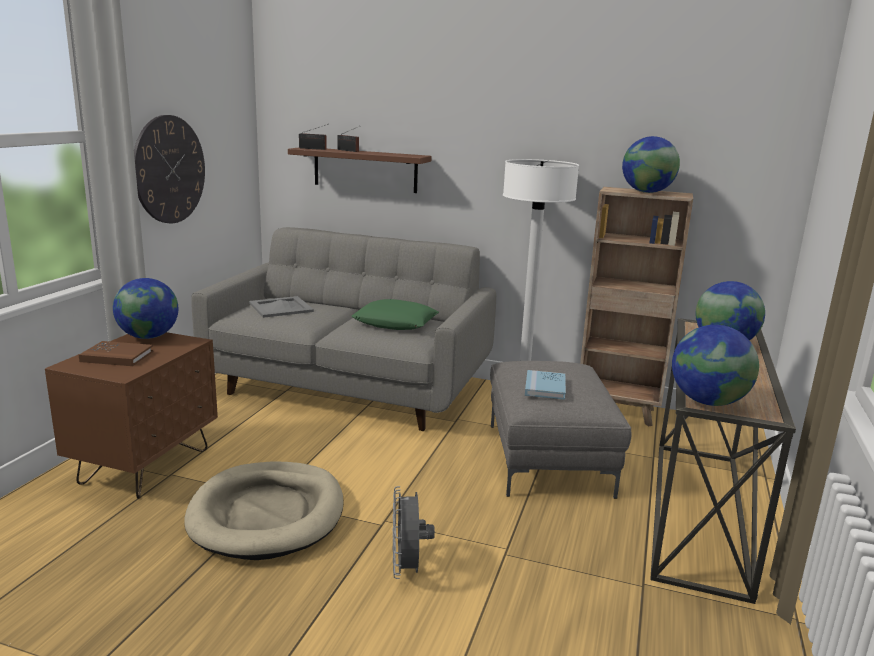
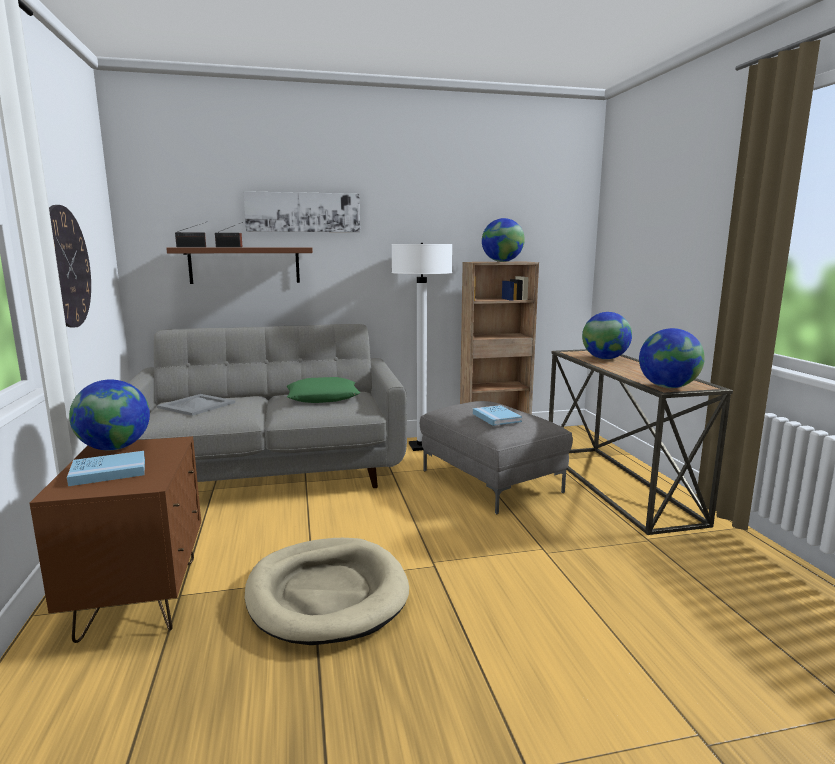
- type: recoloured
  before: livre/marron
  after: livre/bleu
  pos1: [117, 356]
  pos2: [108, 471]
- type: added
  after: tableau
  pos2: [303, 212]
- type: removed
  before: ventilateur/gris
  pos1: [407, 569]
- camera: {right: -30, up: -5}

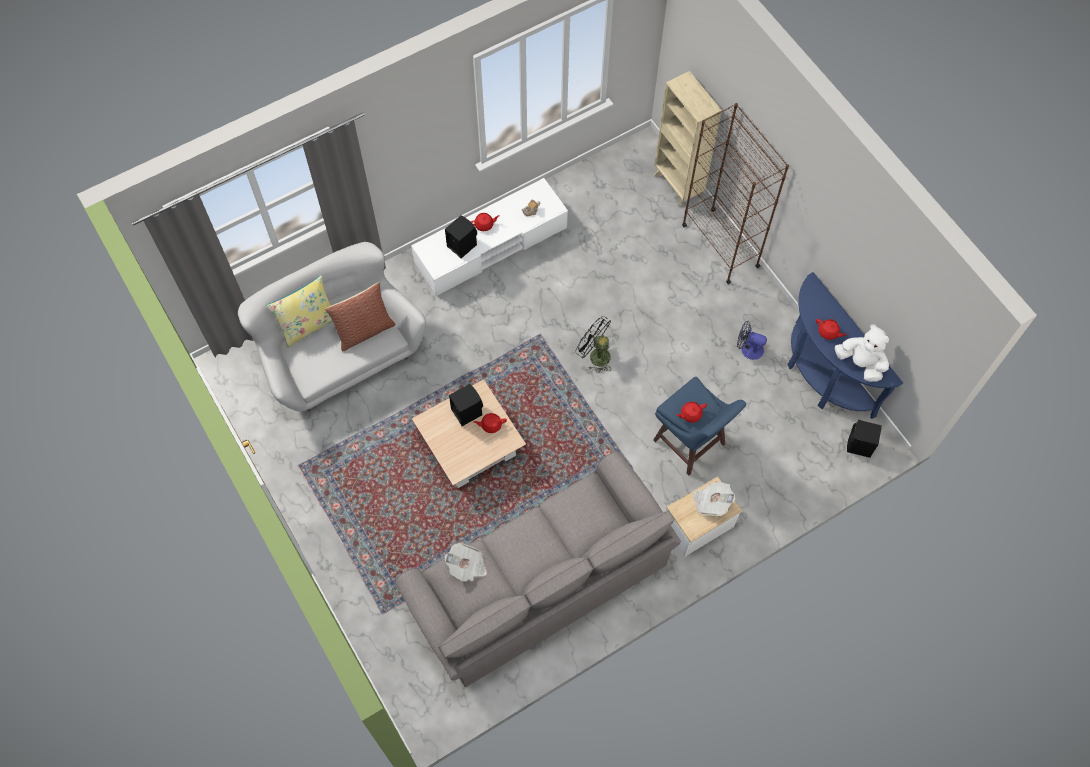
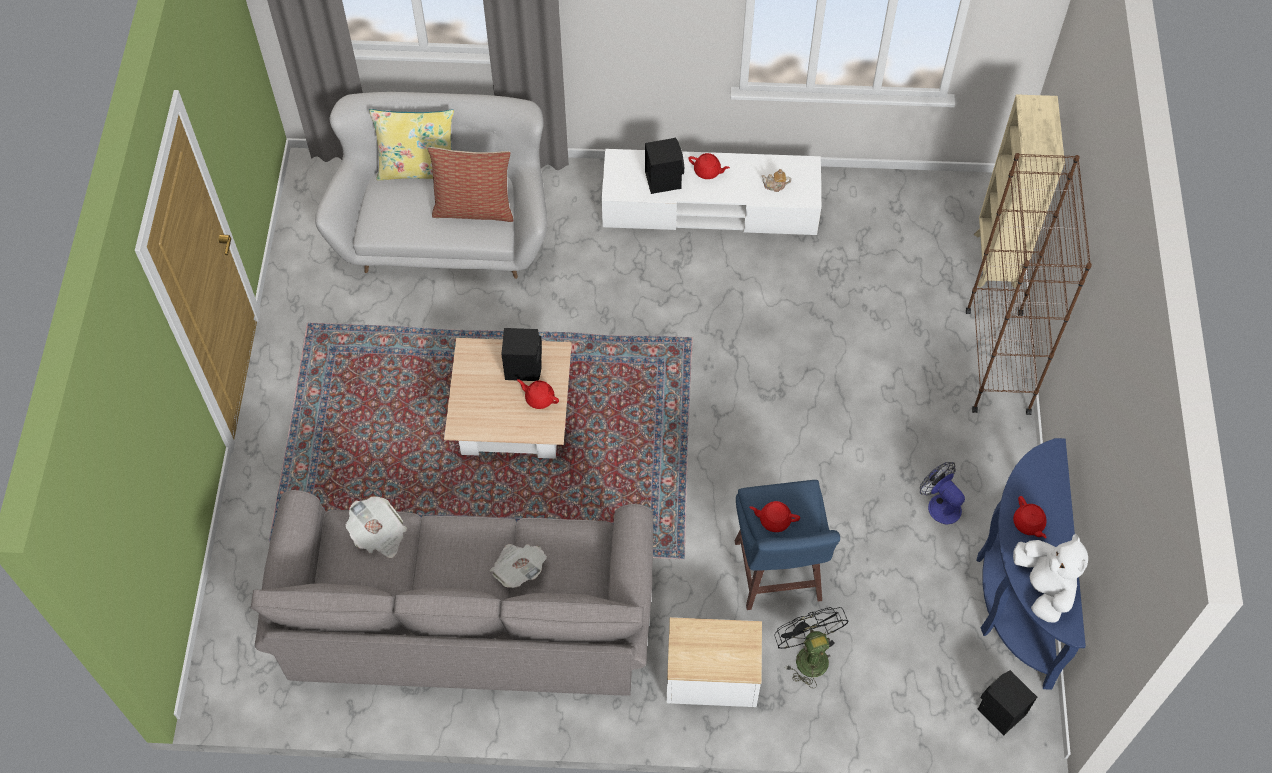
- type: moved
  before: journal
  pos1: [711, 502]
  pos2: [519, 569]
- type: moved
  before: ventilateur/noir
  pos1: [595, 355]
  pos2: [807, 655]
- camera: {right: 35, up: -5}

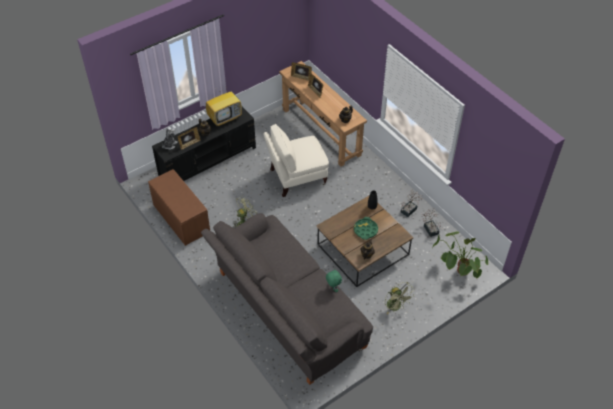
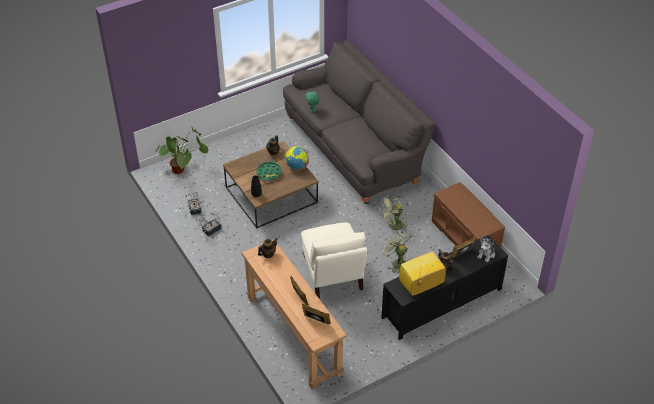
- type: added
  after: globe
  pos2: [297, 166]
- type: turned
  before: fauteuil/beige
  pos1: [296, 177]
  pos2: [332, 275]
  turn: 90
- type: moved
  before: ventilateur/vert
  pos1: [396, 307]
  pos2: [397, 262]
- camera: {right: -175, up: -5}

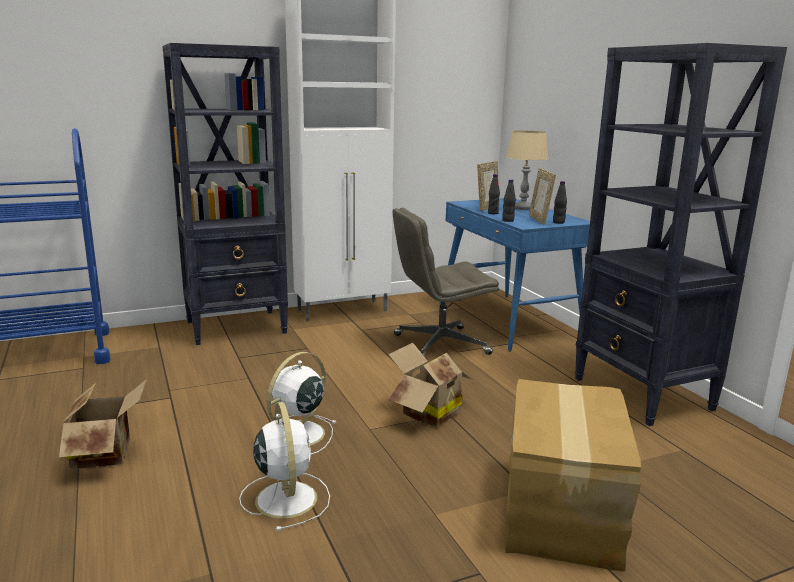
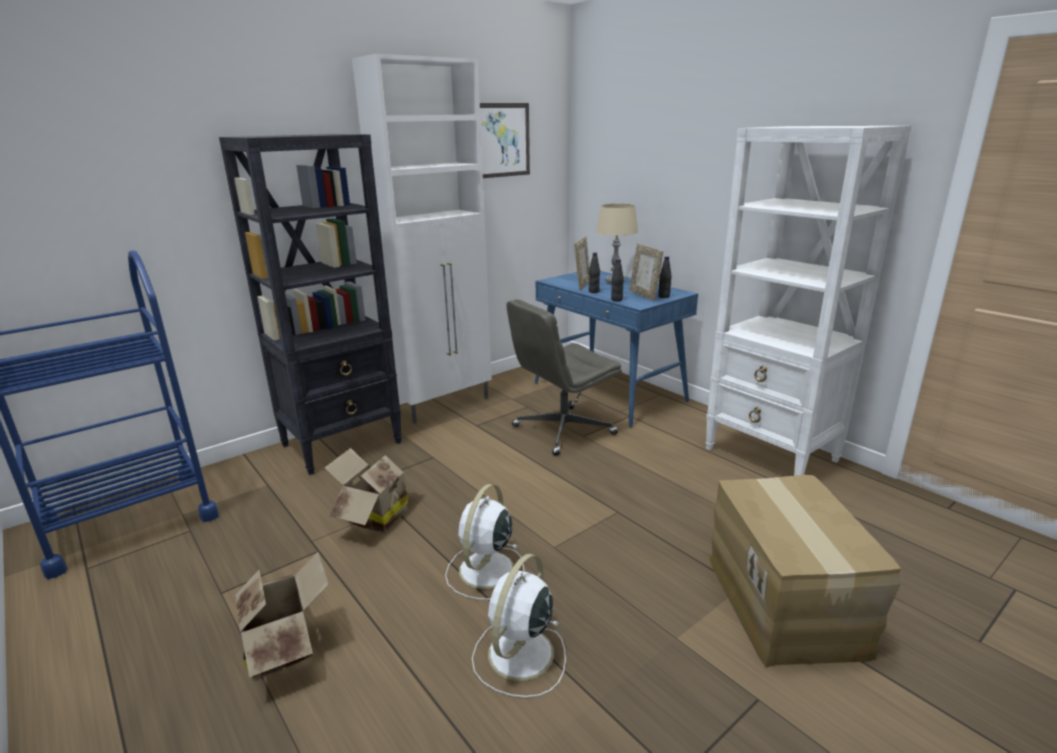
- type: moved
  before: carton
  pos1: [426, 413]
  pos2: [374, 517]
- type: turned
  before: ventilateur/blanc
  pos1: [285, 497]
  pos2: [519, 655]
  turn: -120
- type: added
  after: tableau
  pos2: [501, 140]
- type: recoloured
  before: bibliothèque/noir
  after: bibliothèque/blanc
  pos1: [643, 394]
  pos2: [771, 455]
- camera: {right: -15, up: 5}

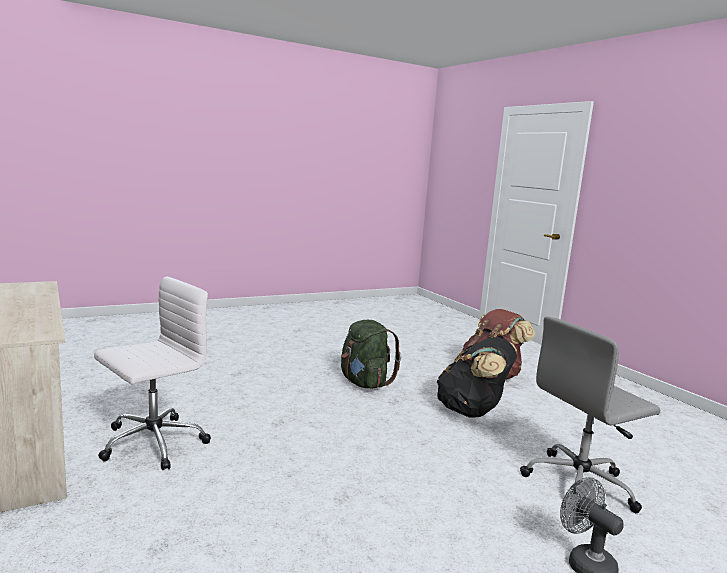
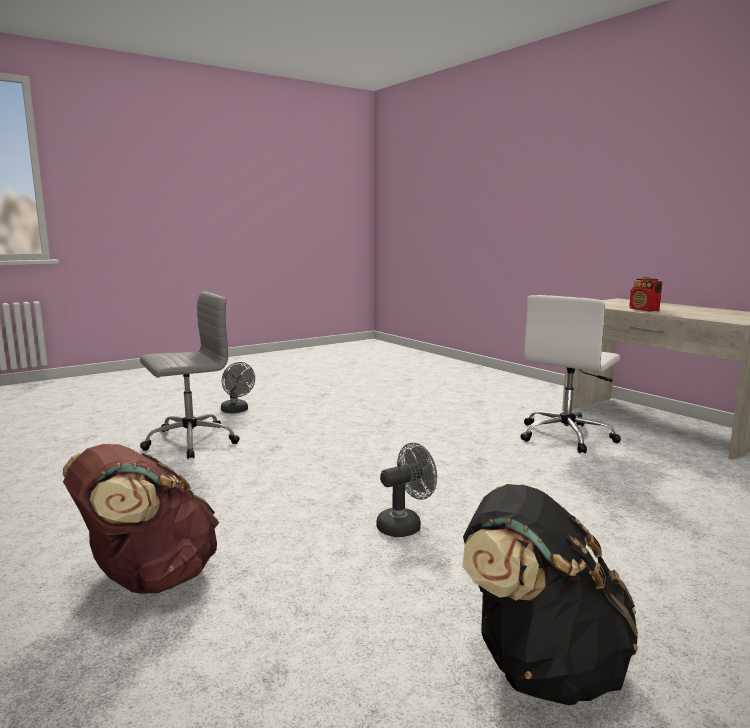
- type: replaced
  before: sac à dos/vert
  after: ventilateur/gris
  pos1: [364, 383]
  pos2: [405, 525]
- type: moved
  before: sac à dos/noir
  pos1: [472, 412]
  pos2: [540, 666]
- type: added
  after: radio
  pos2: [644, 310]
- camera: {right: 175, up: 0}

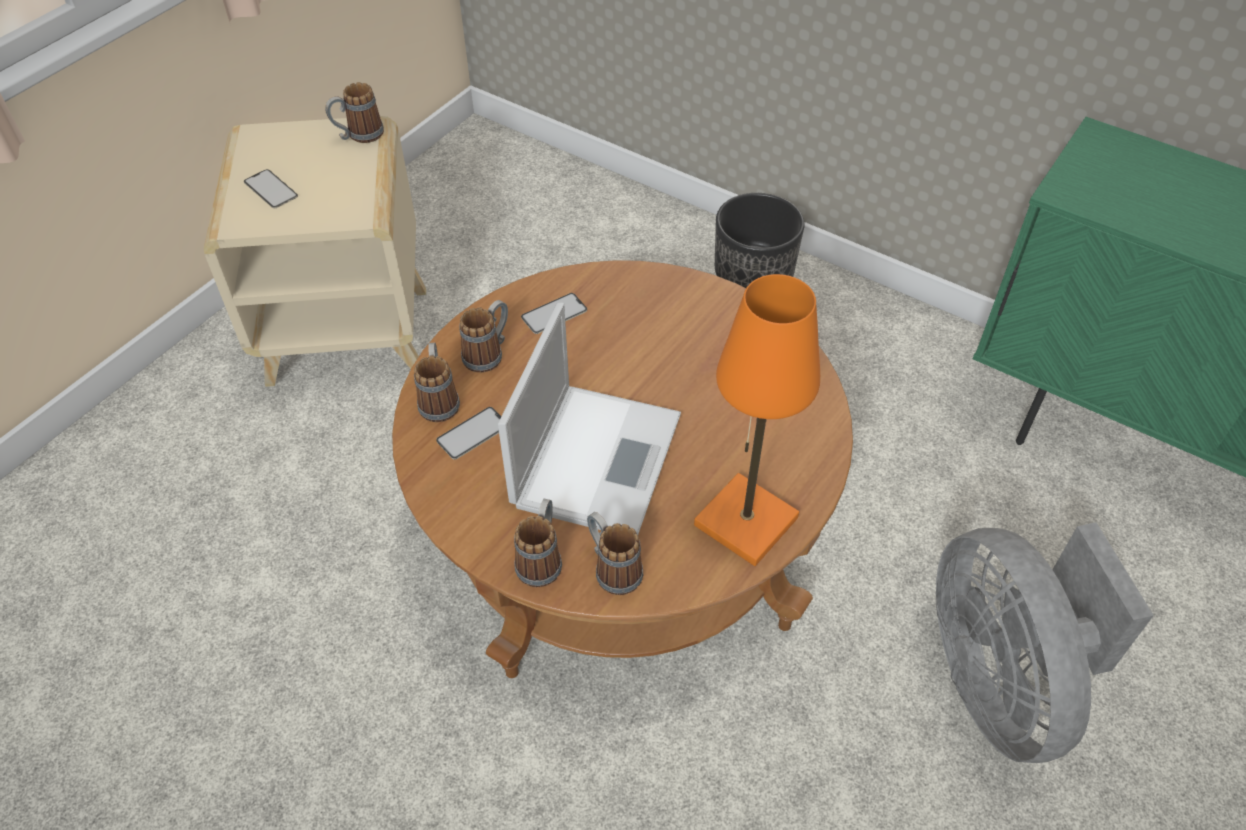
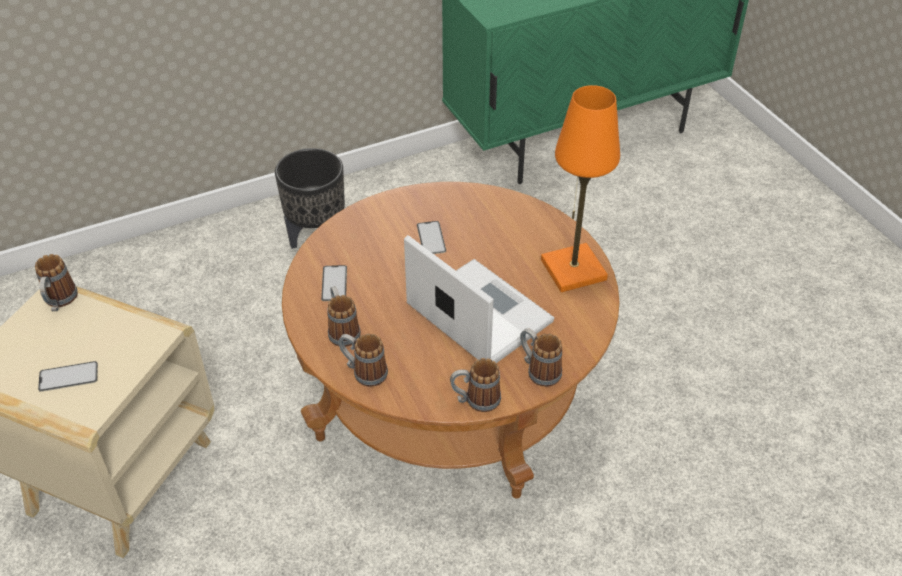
- type: moved
  before: téléphone
  pos1: [472, 433]
  pos2: [431, 238]
- type: moved
  before: mug
  pos1: [612, 568]
  pos2: [475, 400]
- type: removed
  before: ventilateur/gris
  pos1: [1000, 681]
- camera: {right: -60, up: -5}

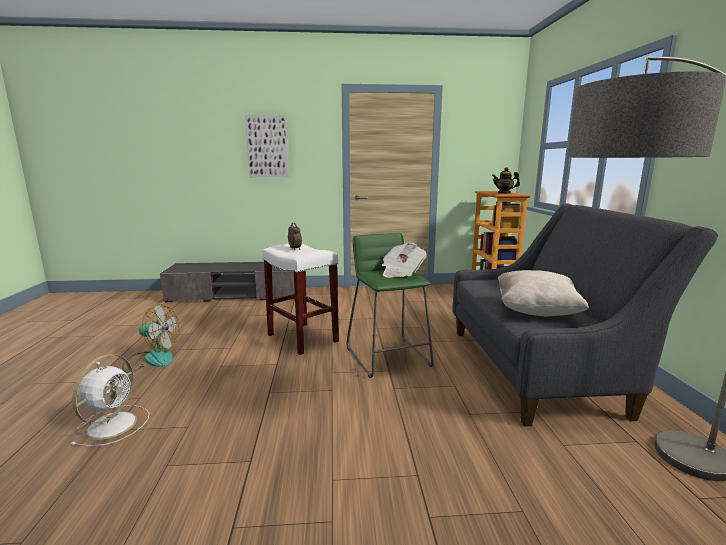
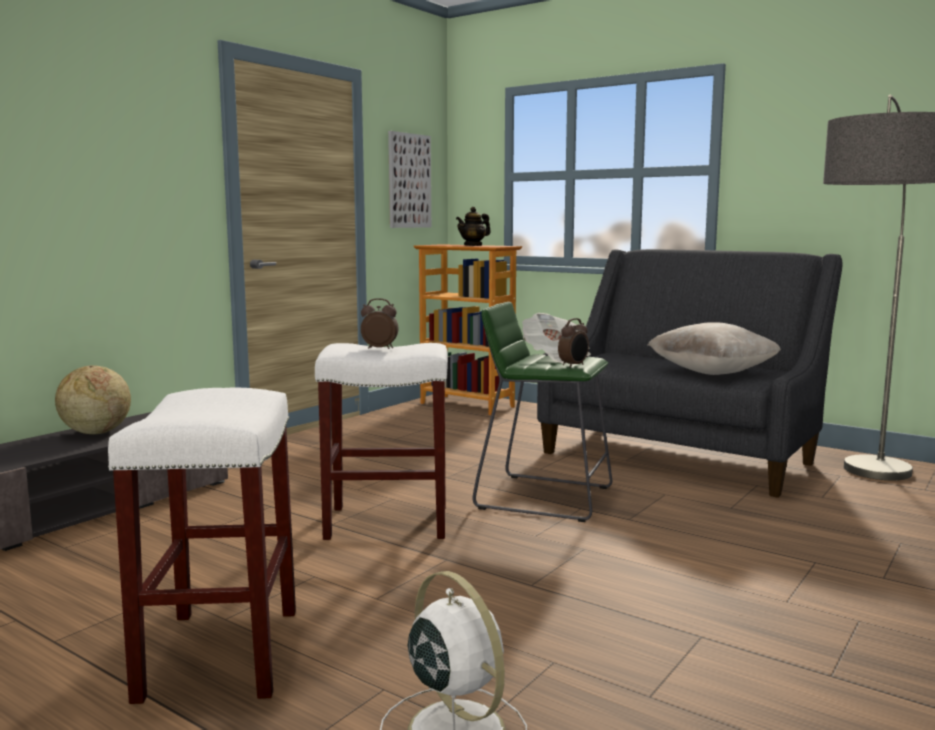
- type: added
  after: globe
  pos2: [95, 433]
- type: replaced
  before: ventilateur
  after: tabouret/blanc
  pos1: [151, 359]
  pos2: [220, 652]
- type: moved
  before: tableau
  pos1: [267, 147]
  pos2: [409, 181]
- type: added
  after: réveil
  pos2: [574, 365]
- camera: {right: -50, up: -5}

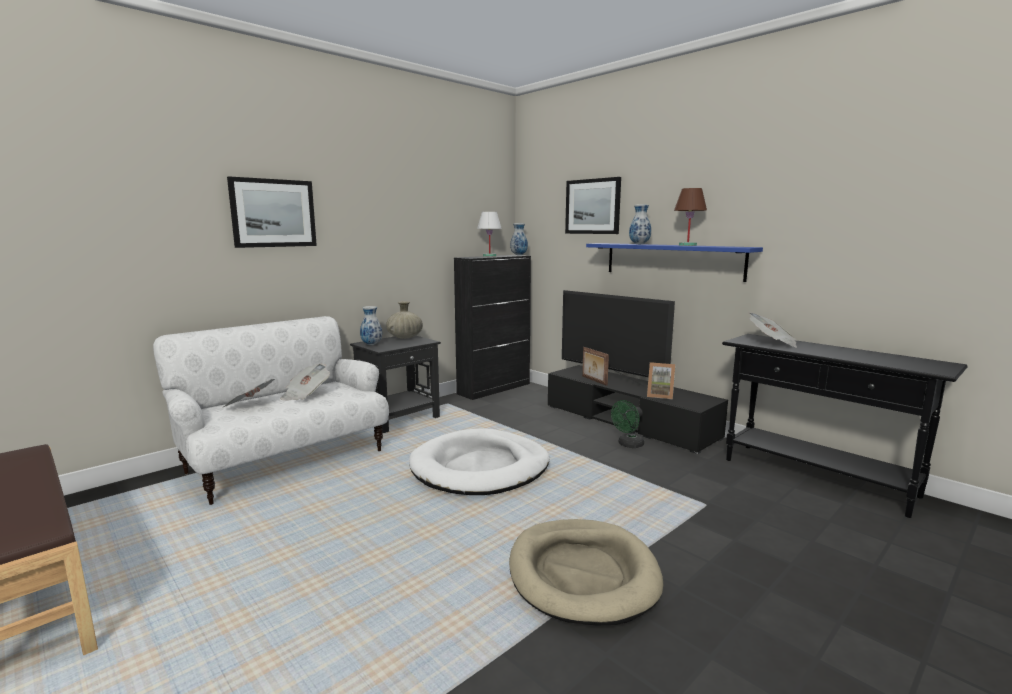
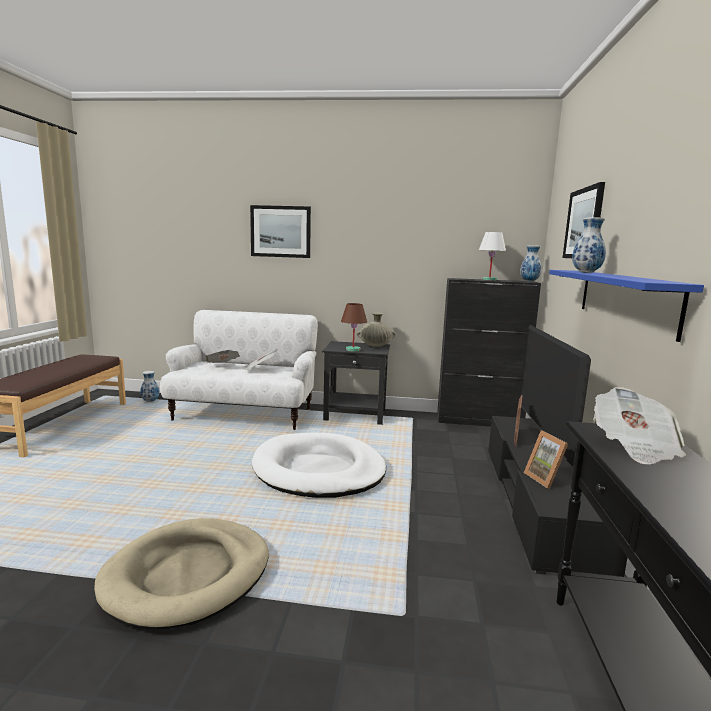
- type: moved
  before: vase
  pos1: [372, 344]
  pos2: [150, 401]
- type: moved
  before: lampe de table/marron
  pos1: [687, 245]
  pos2: [352, 350]
- type: removed
  before: ventilateur/vert
  pos1: [628, 445]
- camera: {right: 50, up: 0}

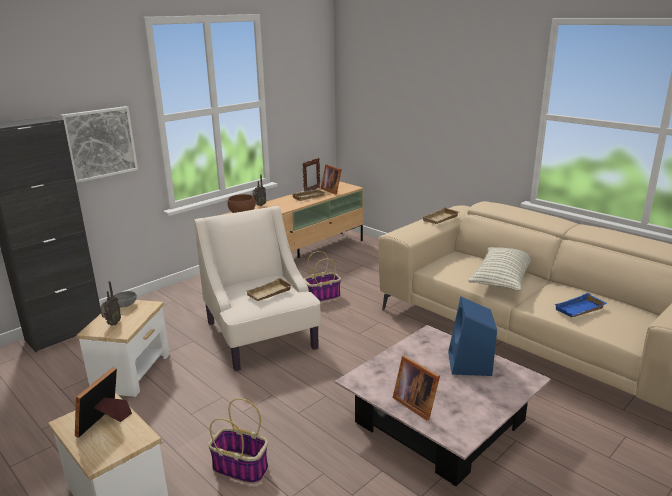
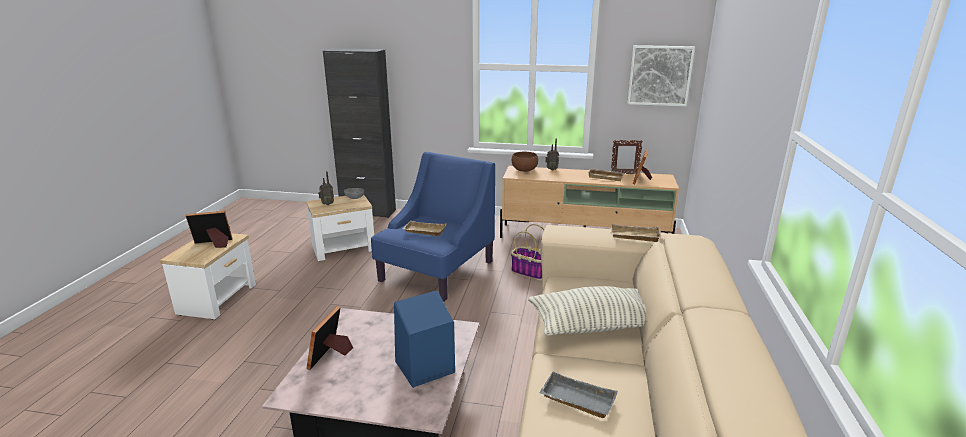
- type: recoloured
  before: fauteuil/beige
  after: fauteuil/bleu
  pos1: [261, 335]
  pos2: [436, 271]
- type: recoloured
  before: plateau/bleu
  after: plateau/gris
  pos1: [580, 310]
  pos2: [576, 400]
- type: moved
  before: tableau
  pos1: [100, 143]
  pos2: [659, 75]
- type: removed
  before: panier
  pos1: [241, 468]
- camera: {right: 55, up: 0}

